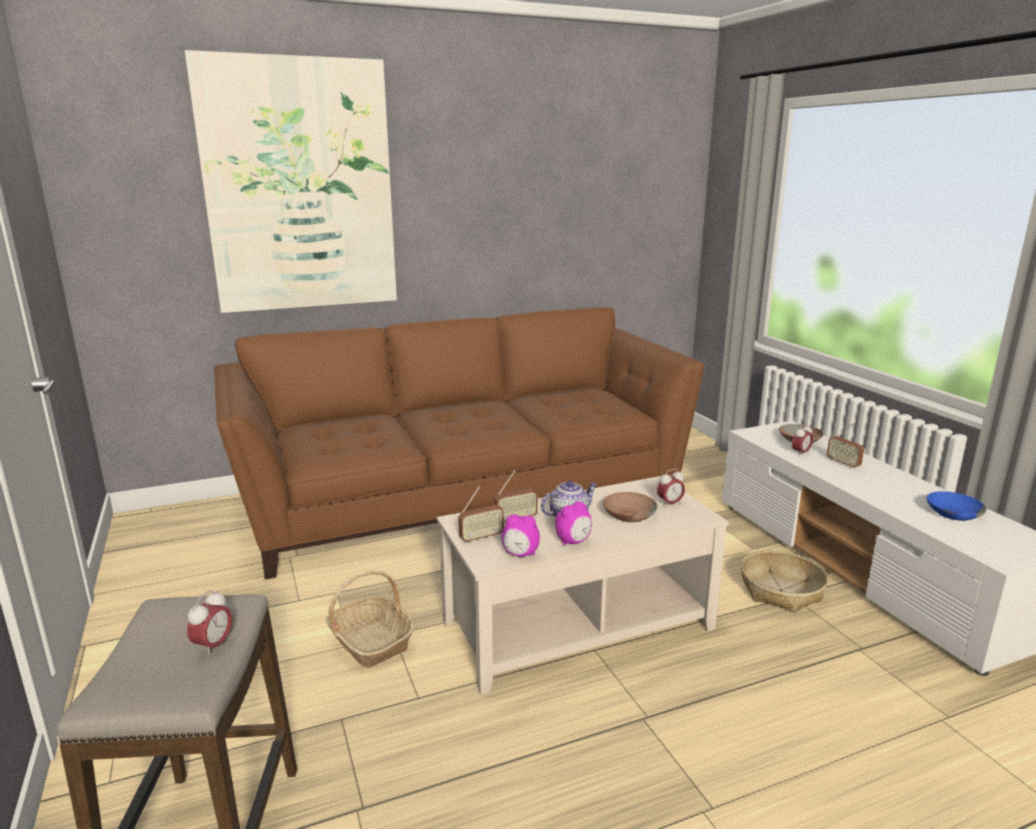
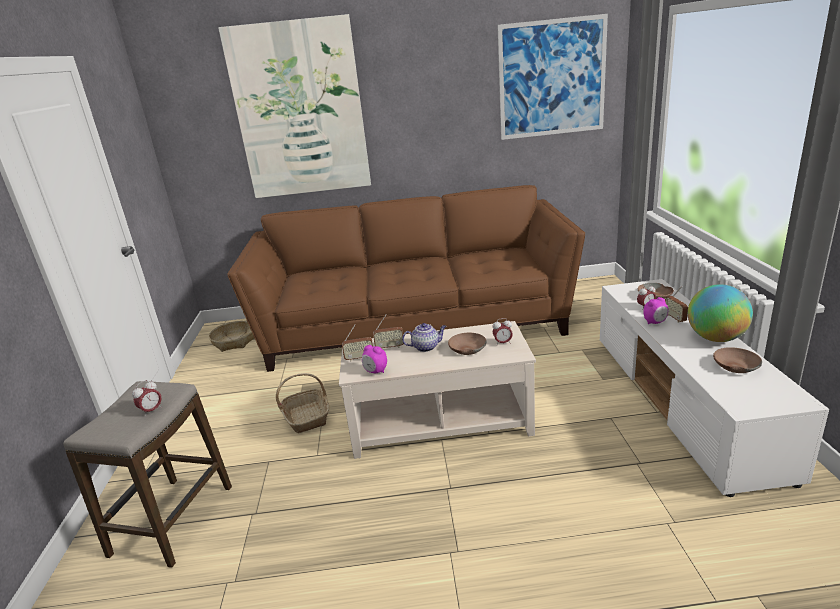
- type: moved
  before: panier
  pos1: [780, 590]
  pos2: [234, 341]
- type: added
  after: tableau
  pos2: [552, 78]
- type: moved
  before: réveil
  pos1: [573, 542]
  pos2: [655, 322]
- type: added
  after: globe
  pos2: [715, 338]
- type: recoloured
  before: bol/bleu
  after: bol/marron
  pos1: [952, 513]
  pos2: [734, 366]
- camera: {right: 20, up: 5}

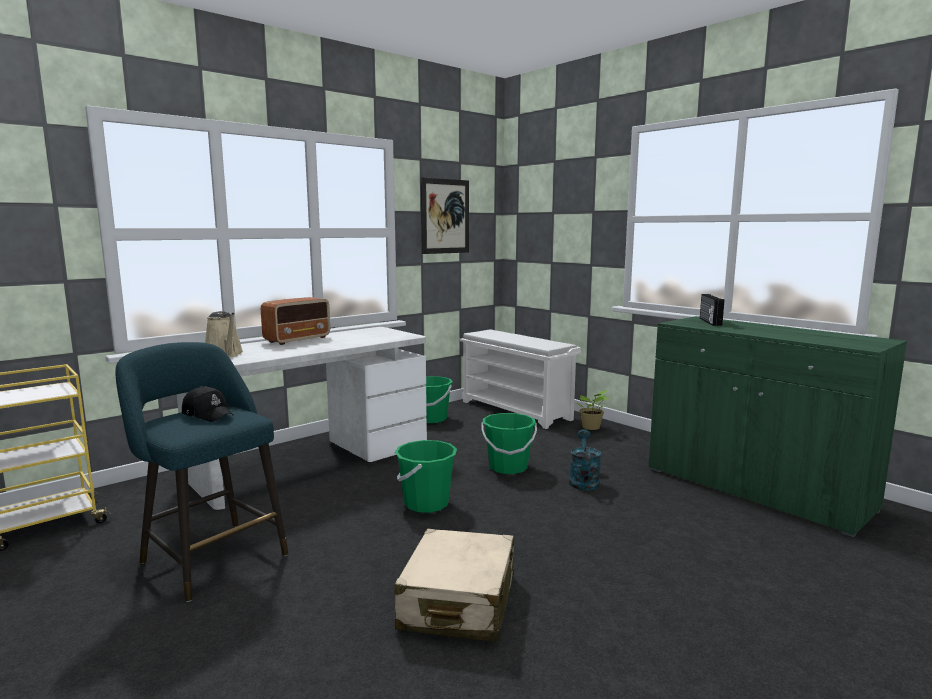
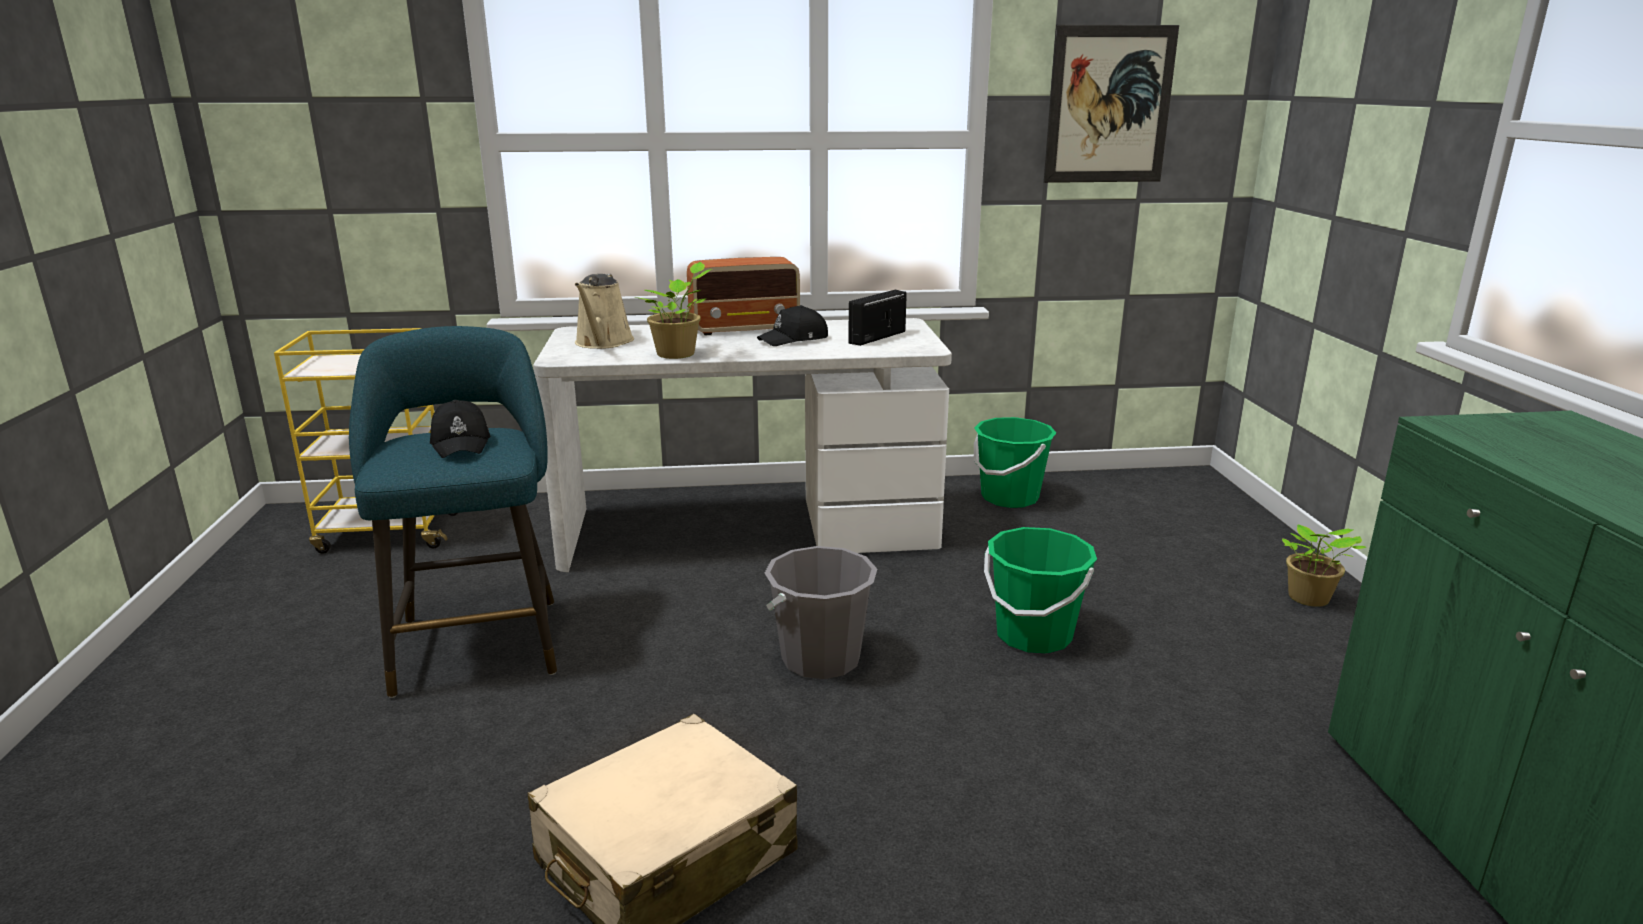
- type: added
  after: plante en pot
  pos2: [679, 354]
- type: added
  after: casquette/noir
  pos2: [794, 339]
- type: recoloured
  before: seau/vert
  after: seau/gris
  pos1: [426, 503]
  pos2: [820, 659]
- type: moved
  before: radio
  pos1: [709, 322]
  pos2: [876, 337]
- type: removed
  before: étagère à chaussures/blanc
  pos1: [517, 410]
- type: removed
  before: arrosoir/turquoise
  pos1: [583, 480]
- camera: {right: 35, up: 10}

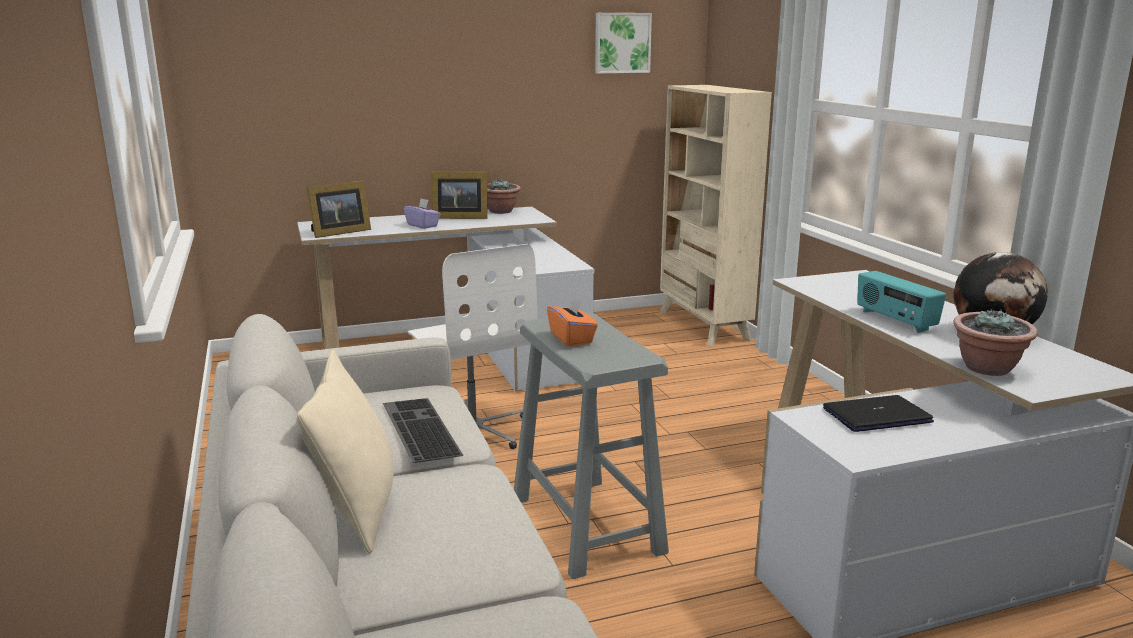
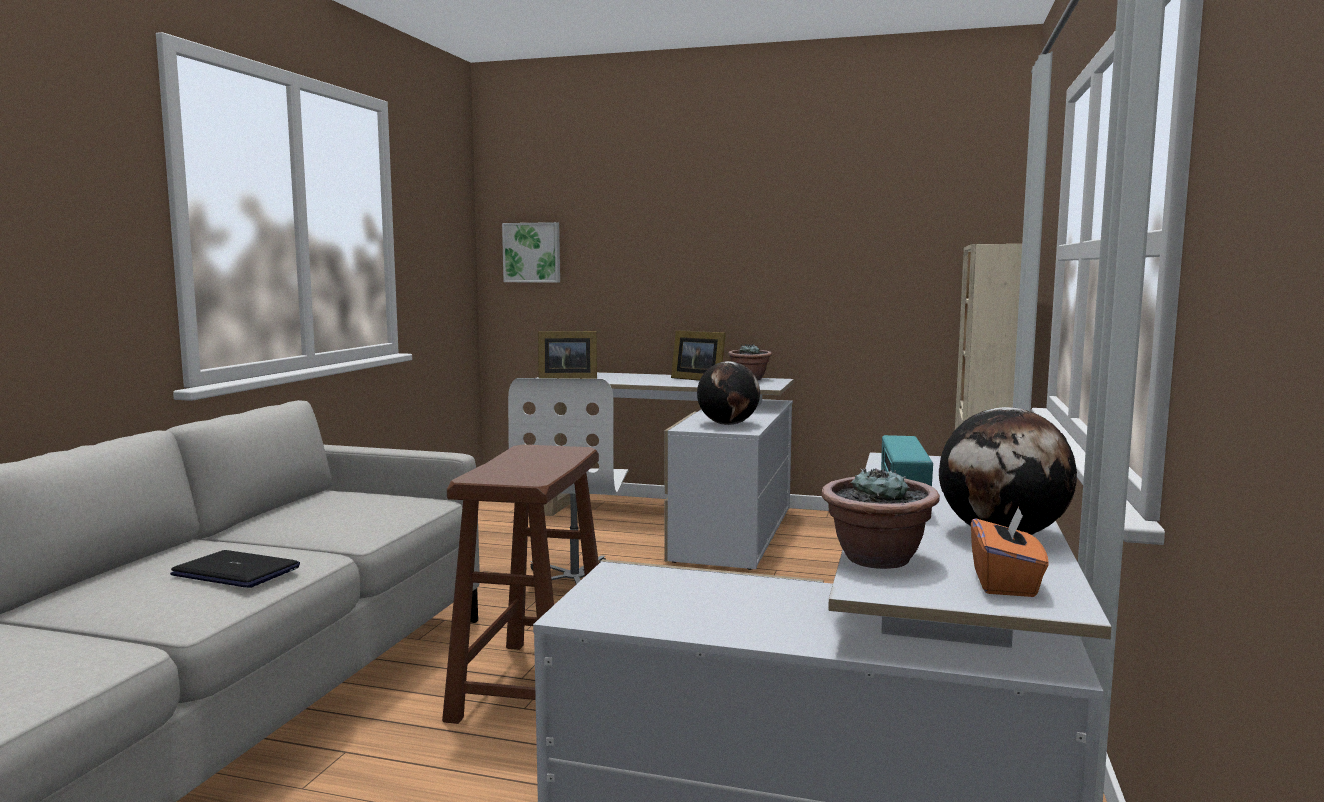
- type: moved
  before: ordinateur portable
  pos1: [876, 415]
  pos2: [237, 572]
- type: recoloured
  before: tabouret/gris
  after: tabouret/marron
  pos1: [586, 525]
  pos2: [534, 684]
- type: moved
  before: tableau
  pos1: [622, 43]
  pos2: [532, 252]
- type: added
  after: globe
  pos2: [728, 424]
- type: moved
  before: boîte à mouchoirs/orange
  pos1: [572, 338]
  pos2: [1005, 583]
- type: removed
  before: coussin/beige
  pos1: [358, 511]
- type: removed
  before: clavier
  pos1: [417, 429]
- type: removed
  before: boîte à mouchoirs/violet
  pos1: [422, 225]
- camera: {right: 35, up: -10}

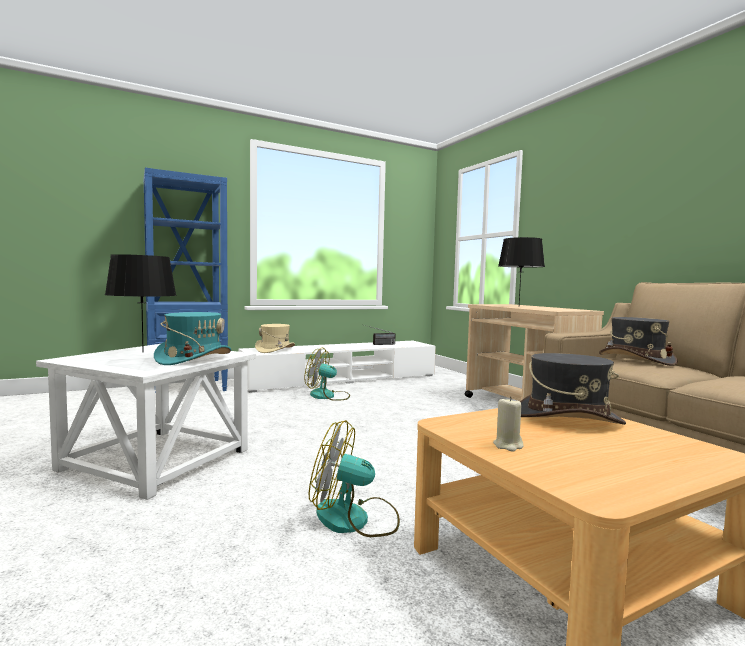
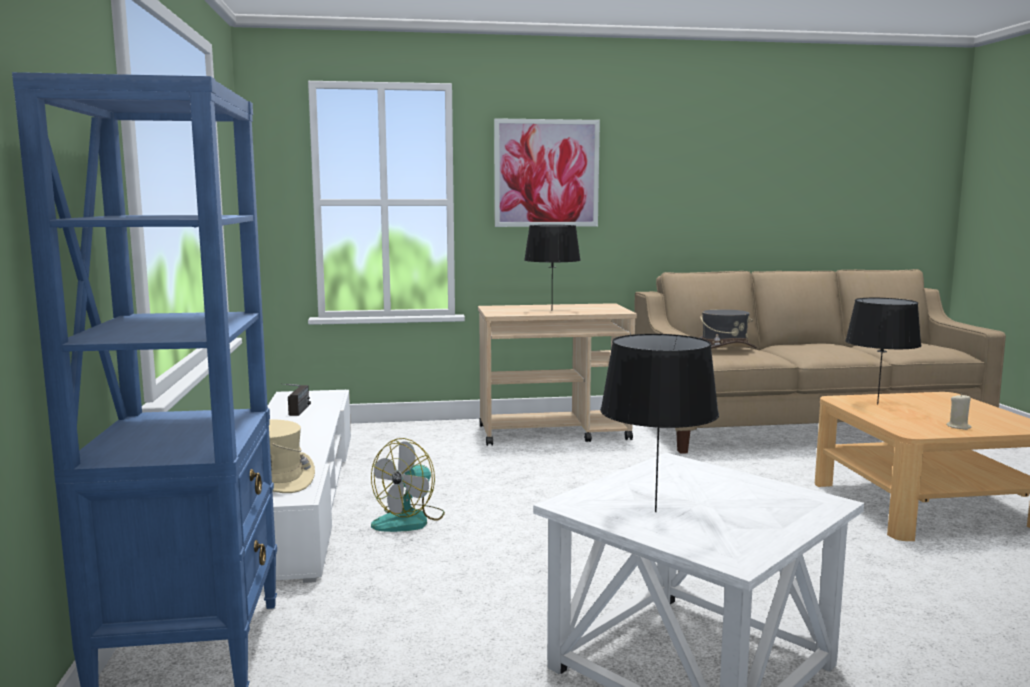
- type: added
  after: tableau
  pos2: [546, 173]
- type: replaced
  before: chapeau/gris
  after: lampe de table/noir
  pos1: [567, 418]
  pos2: [878, 404]
- type: removed
  before: chapeau/turquoise
  pos1: [194, 359]
- type: removed
  before: ventilateur
  pos1: [354, 519]
- camera: {right: -70, up: 5}

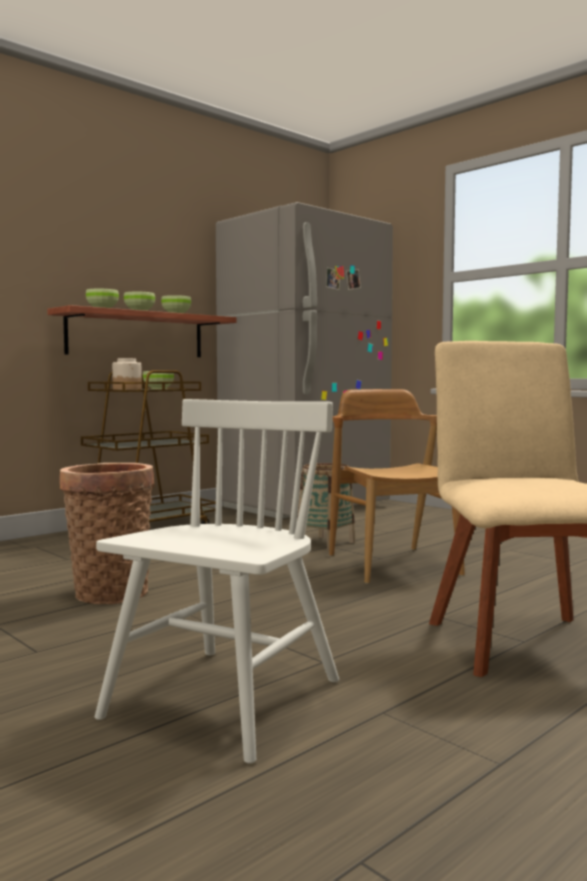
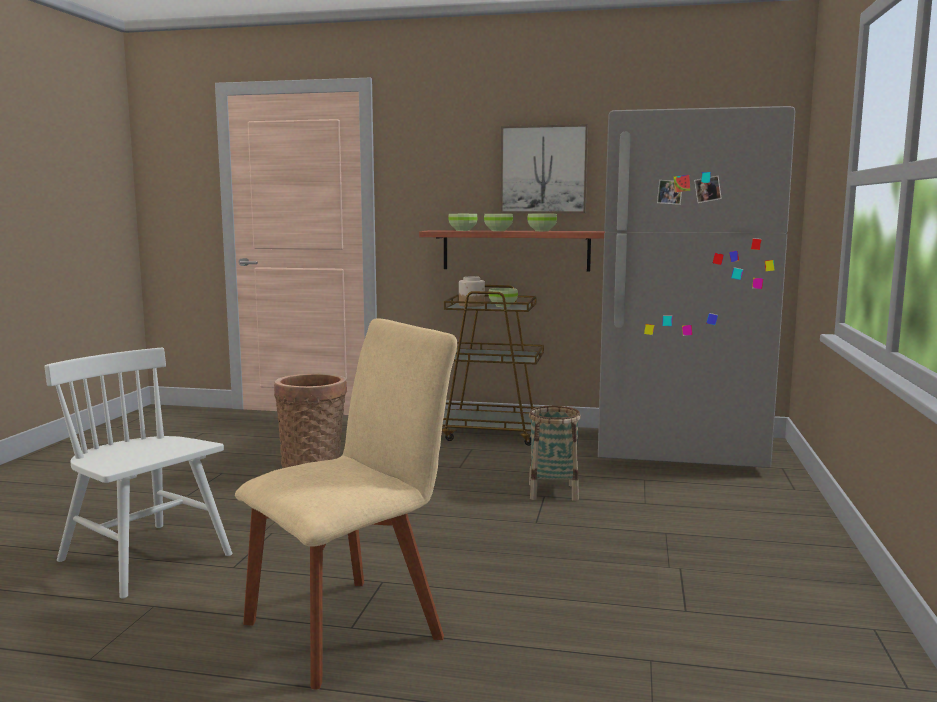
- type: turned
  before: chaise/blanc
  pos1: [224, 700]
  pos2: [145, 558]
  turn: -135
- type: added
  after: tableau
  pos2: [543, 169]
- type: removed
  before: chaise/marron
  pos1: [393, 564]
- camera: {right: 55, up: 5}

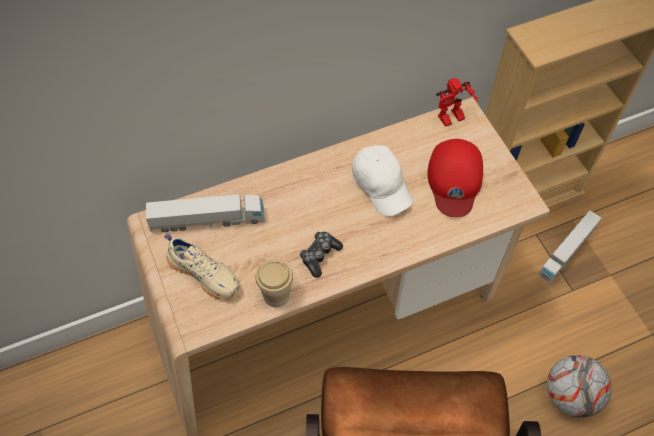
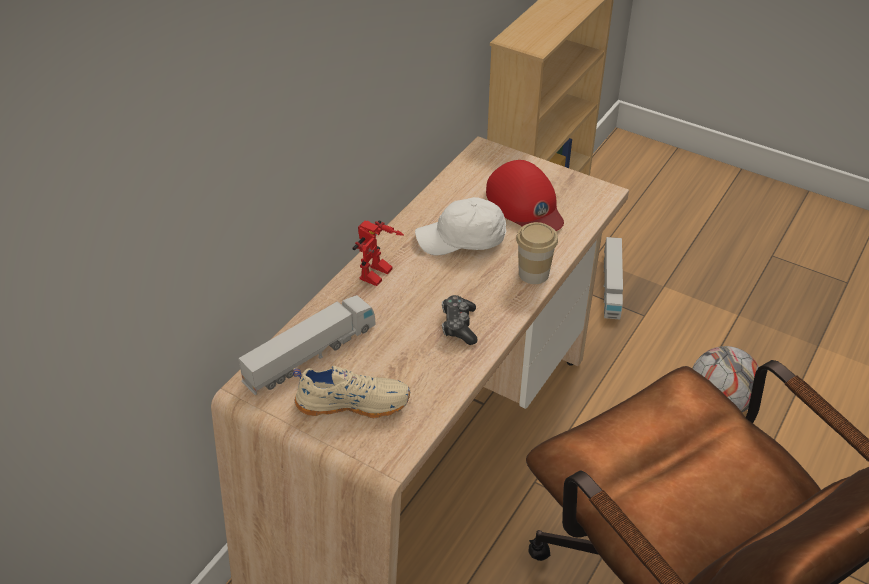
- type: moved
  before: robot jouet
  pos1: [451, 120]
  pos2: [378, 277]
- type: turned
  before: casquette/blanc
  pos1: [381, 185]
  pos2: [462, 240]
  turn: 150
- type: moved
  before: tasse
  pos1: [276, 295]
  pos2: [533, 273]
- camera: {right: -35, up: -15}

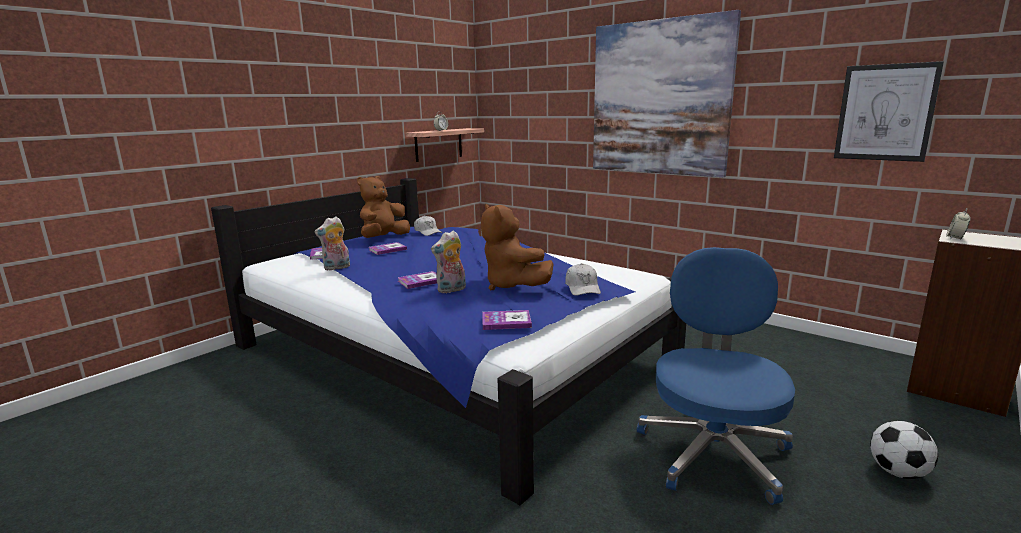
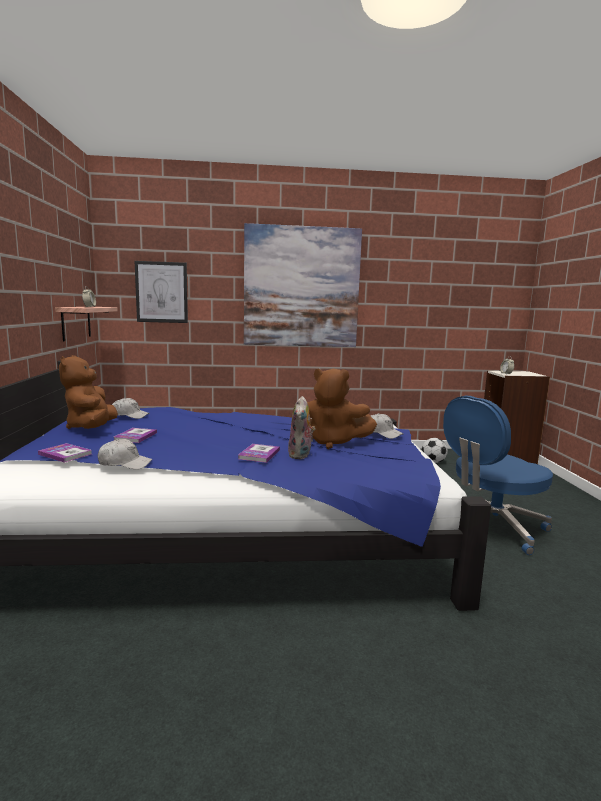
- type: replaced
  before: peluche
  after: casquette/blanc
  pos1: [336, 268]
  pos2: [125, 463]
- type: moved
  before: tableau
  pos1: [885, 112]
  pos2: [161, 292]
- type: moved
  before: ballon de foot
  pos1: [898, 472]
  pos2: [433, 462]
- type: turned
  before: chaise de bureau/bleu
  pos1: [713, 451]
  pos2: [490, 527]
  turn: -90
- type: removed
  before: livre
  pos1: [506, 321]
- camera: {right: -45, up: -5}

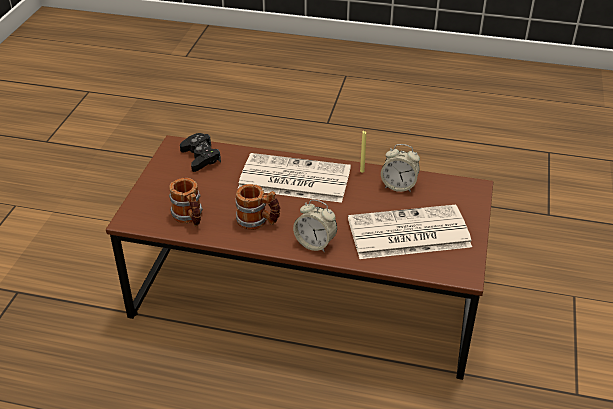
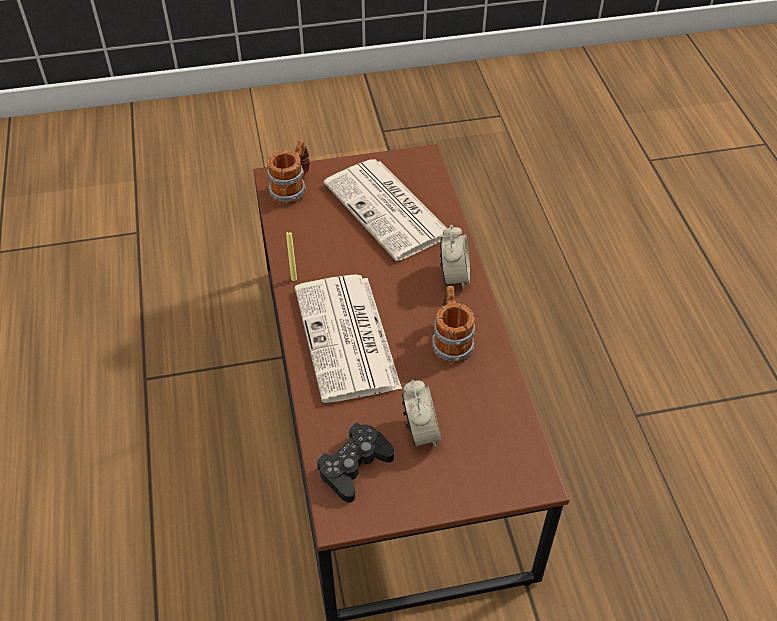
- type: moved
  before: mug
  pos1: [189, 218]
  pos2: [292, 188]
- type: moved
  before: réveil
  pos1: [399, 186]
  pos2: [421, 432]
- camera: {right: -115, up: 10}

